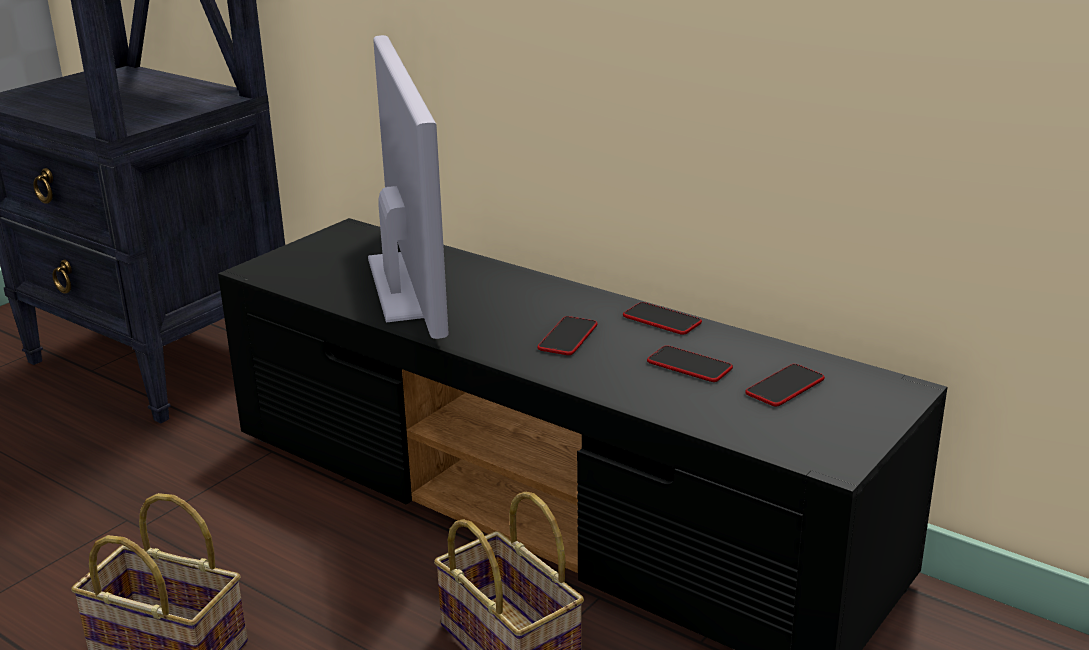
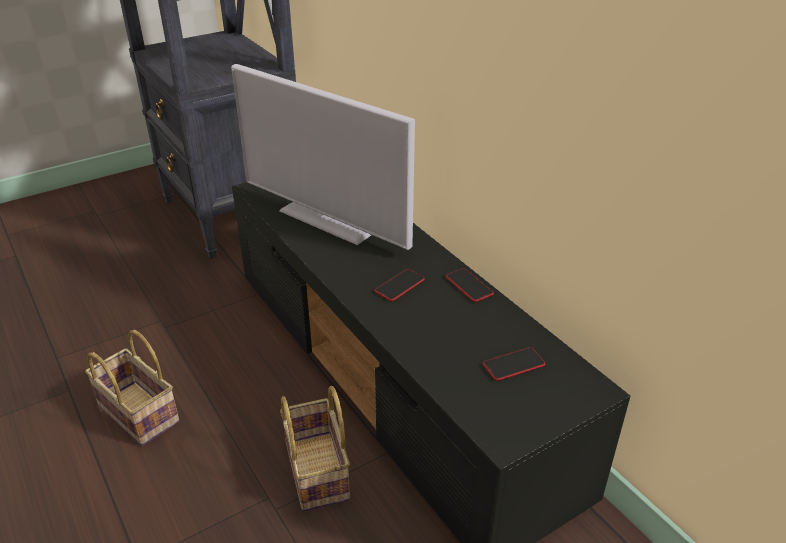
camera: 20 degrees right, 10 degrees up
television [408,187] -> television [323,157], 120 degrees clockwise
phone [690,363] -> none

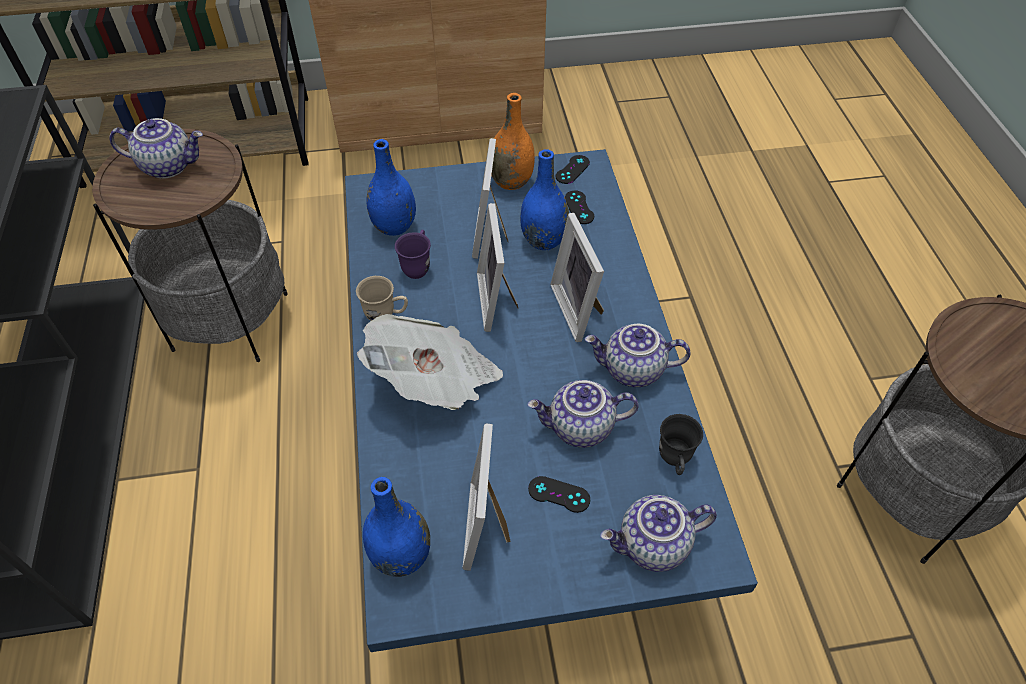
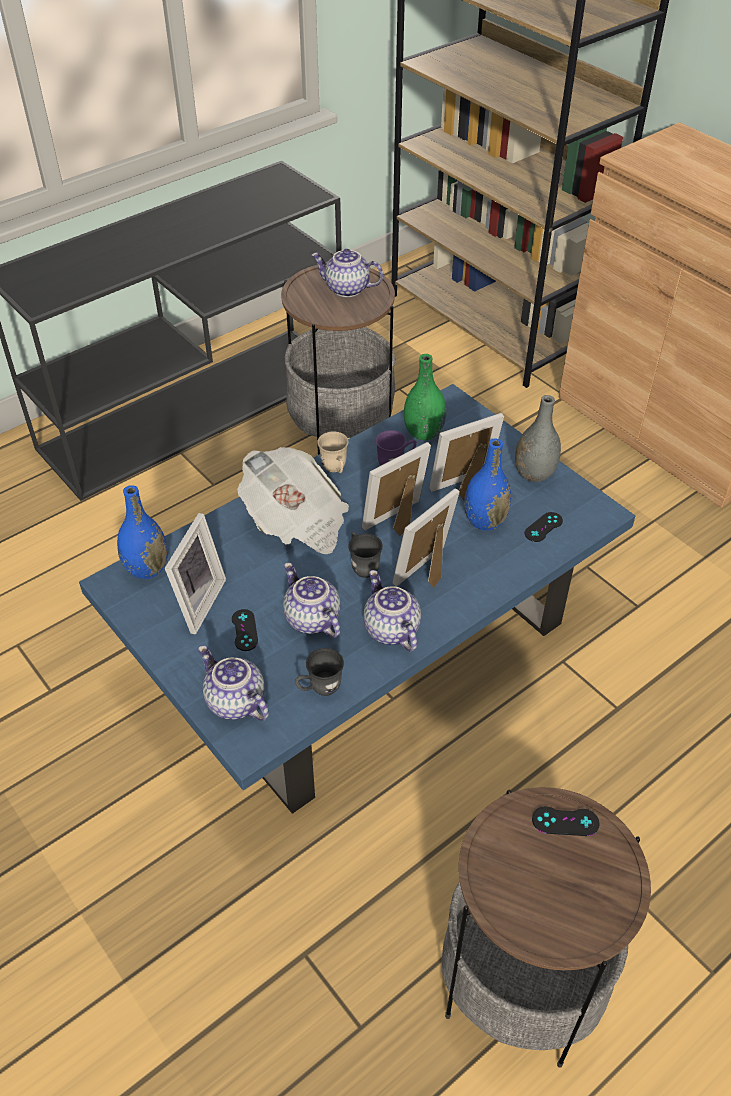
camera: 60 degrees right, 5 degrees down
picture frame [487,497] -> picture frame [195,573], 135 degrees clockwise
teapot [156,148] -> teapot [347,273], 135 degrees clockwise
none -> grey mug [365,555]
blue vase [391,187] -> green vase [425,397]
orange vase [513,141] -> grey vase [538,438]
black game controller [573,169] -> black game controller [565,821], shifted

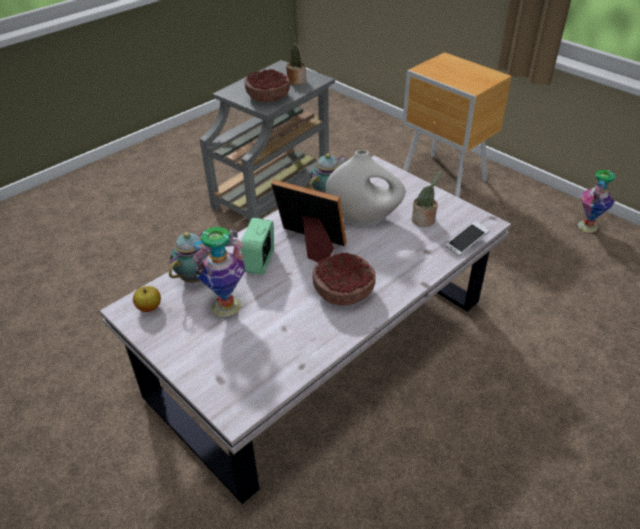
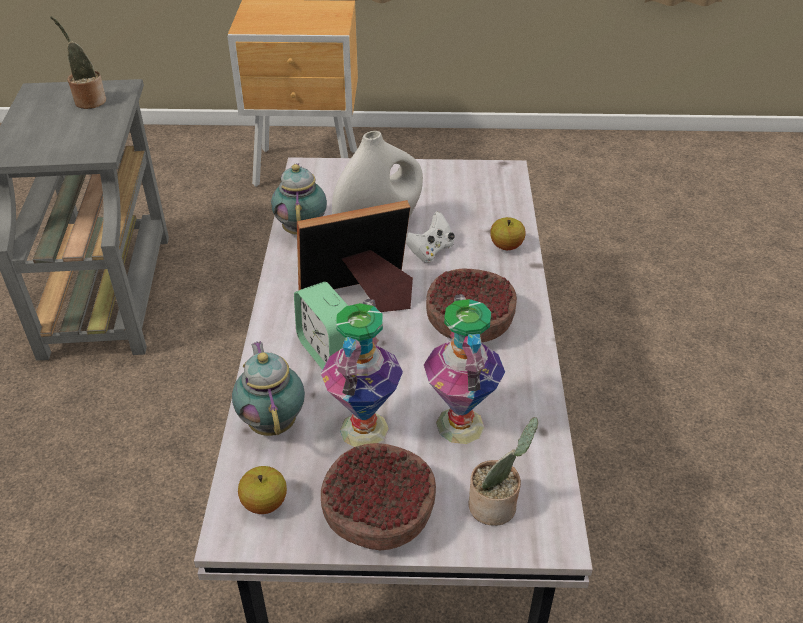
camera: 45 degrees left, 0 degrees up
bowl [267,85] -> bowl [378,496], shifted
none -> white game controller [430,237]
vase [596,201] -> vase [464,369], shifted
potted plant [427,198] -> potted plant [503,471], shifted
none -> apple [508,233]
phone [467,238] -> none

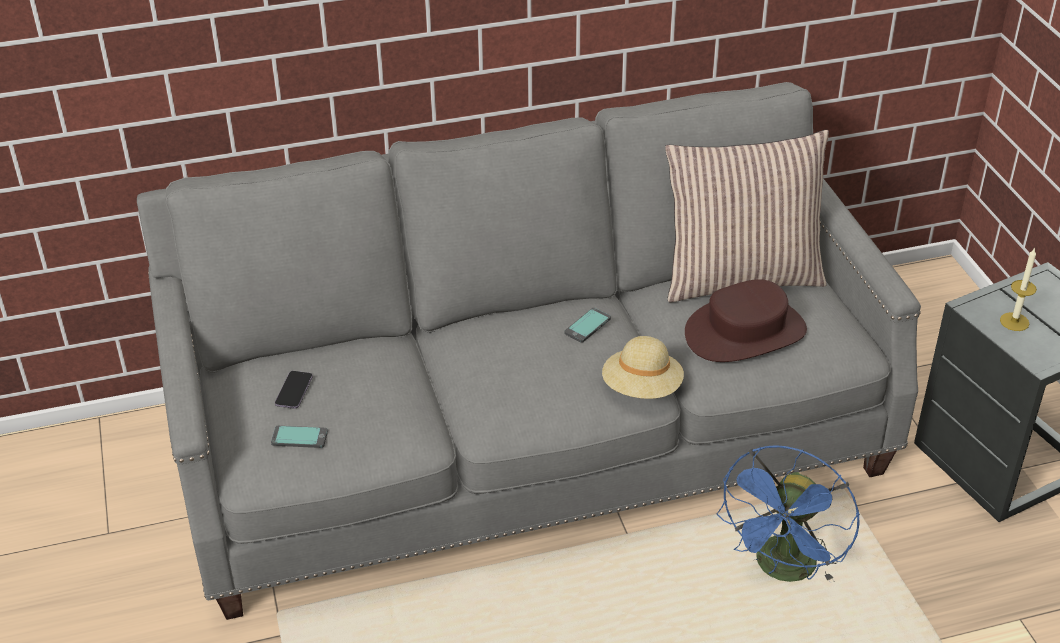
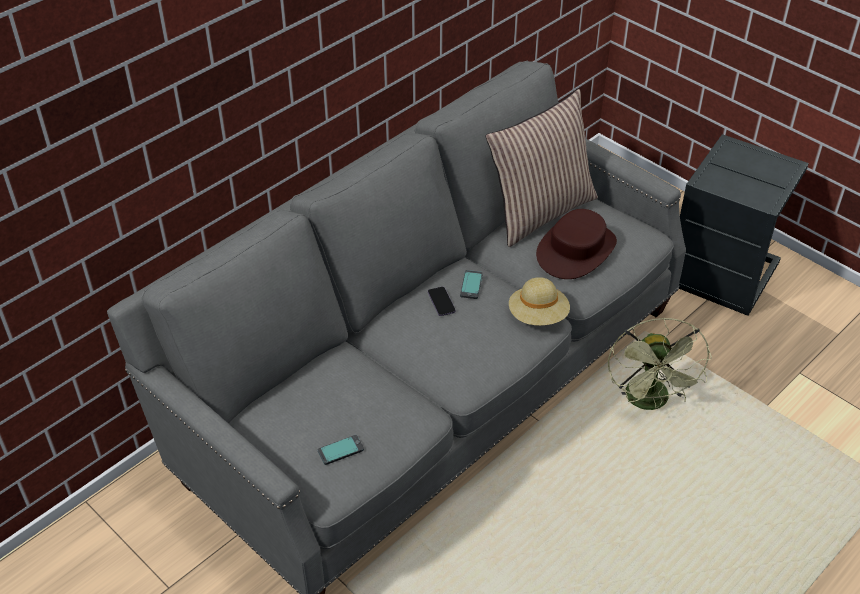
camera: 30 degrees left, 5 degrees up
phone [294,390] -> phone [442,301], shifted
blue fan [788,514] -> green fan [660,363]
candle [1018,289] -> none

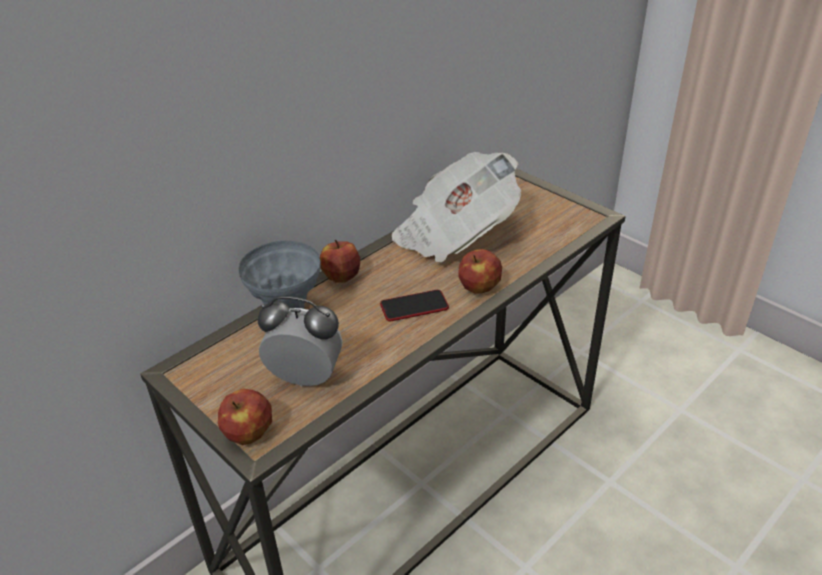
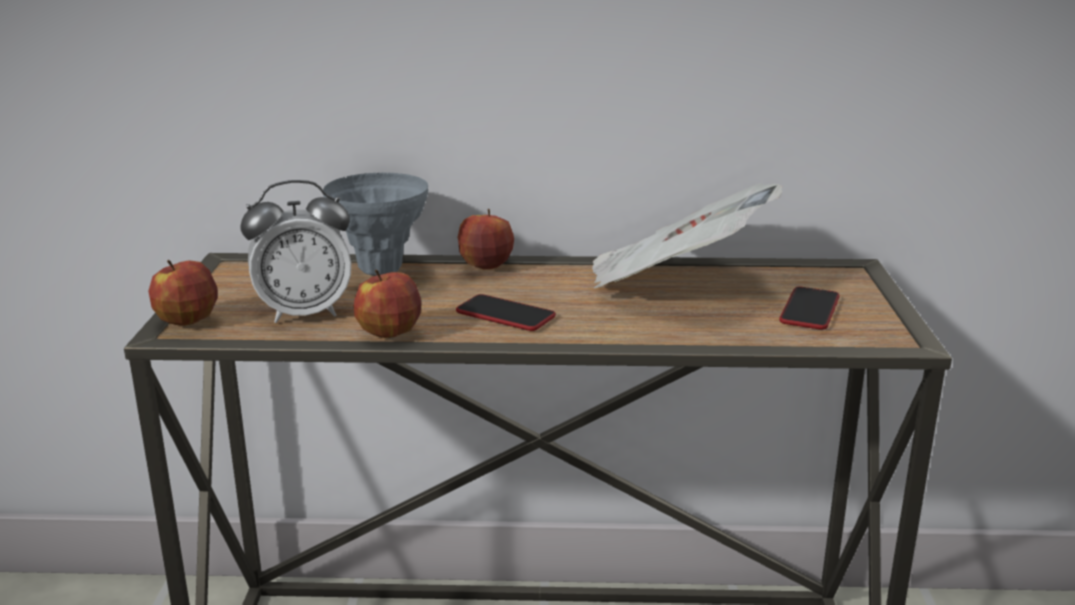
camera: 45 degrees right, 15 degrees down
alarm clock [300,341] -> alarm clock [296,251], 105 degrees clockwise
apple [480,271] -> apple [387,304], shifted
none -> phone [809,308]

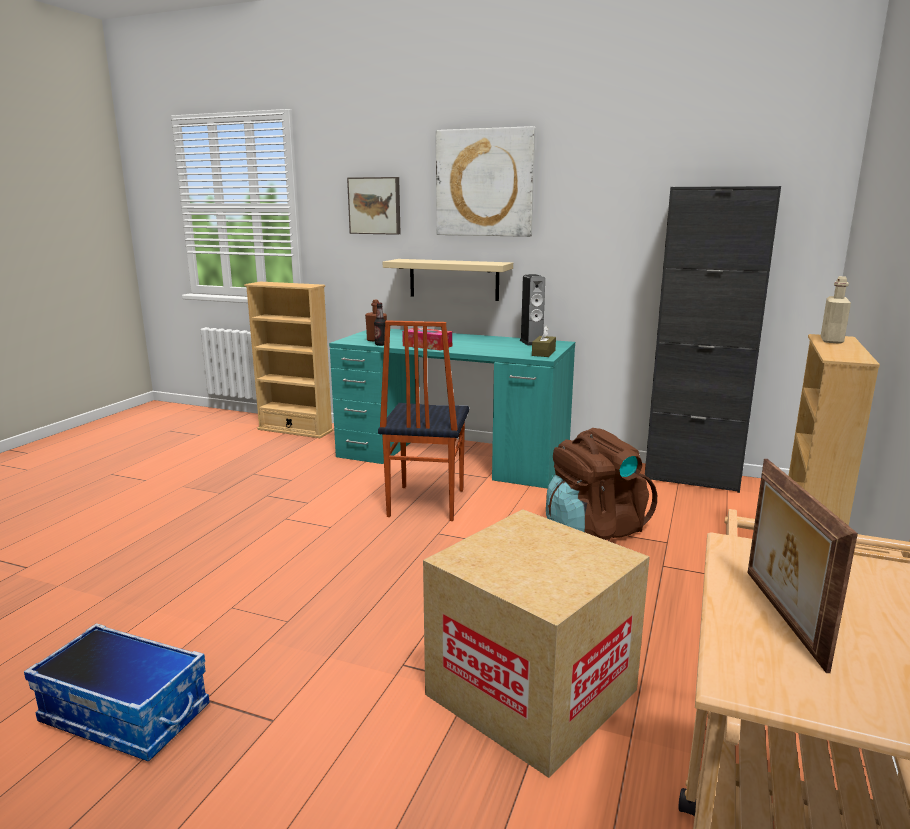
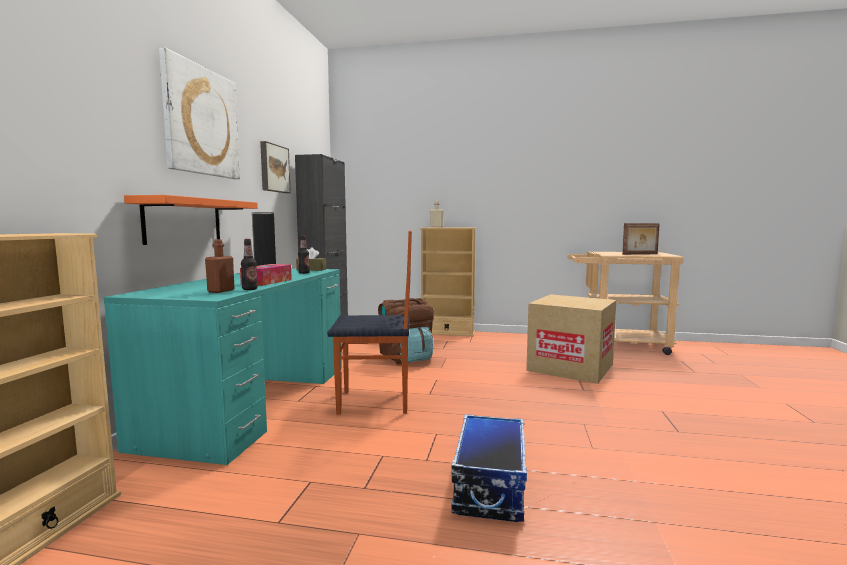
camera: 100 degrees left, 10 degrees down
beige shelf [448,280] -> orange shelf [191,220]
picture [374,206] -> picture [275,167], shifted
none -> bottle [304,254]
storage box [117,692] -> storage box [489,468], shifted

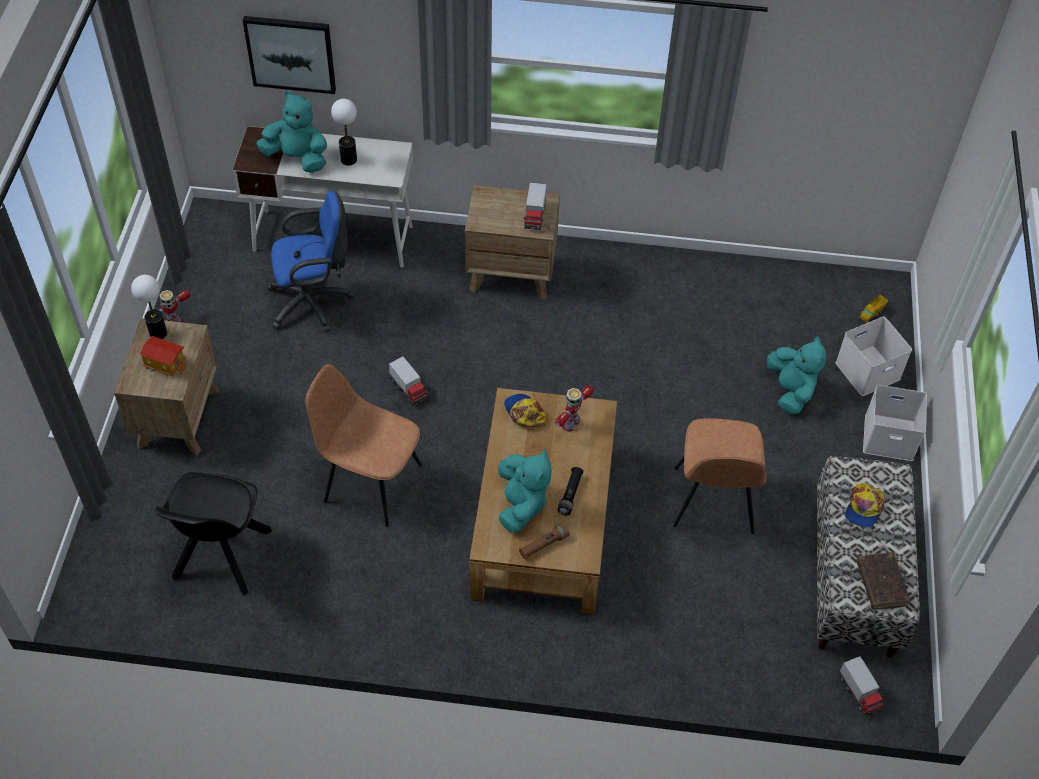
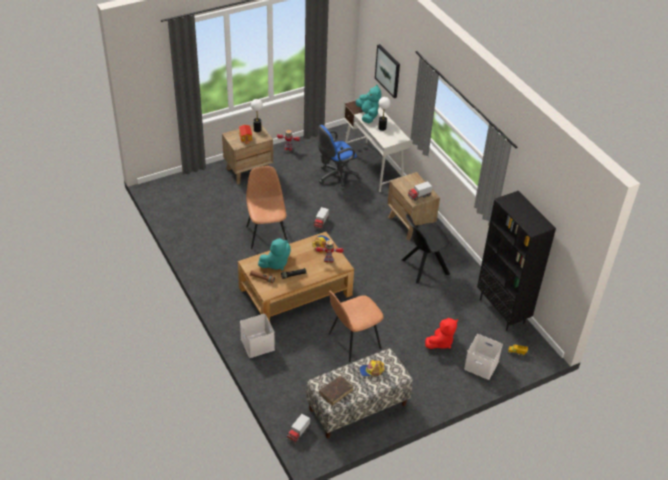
camera: 55 degrees right, 10 degrees down
white storage box [895,423] -> white storage box [257,336], shifted
blue office chair [310,262] -> blue office chair [339,157], 105 degrees clockwise
black chair [213,534] -> black chair [427,249], shifted
turquoise plush toy [796,375] -> red plush toy [441,333]
none -> black bookcase [516,261]

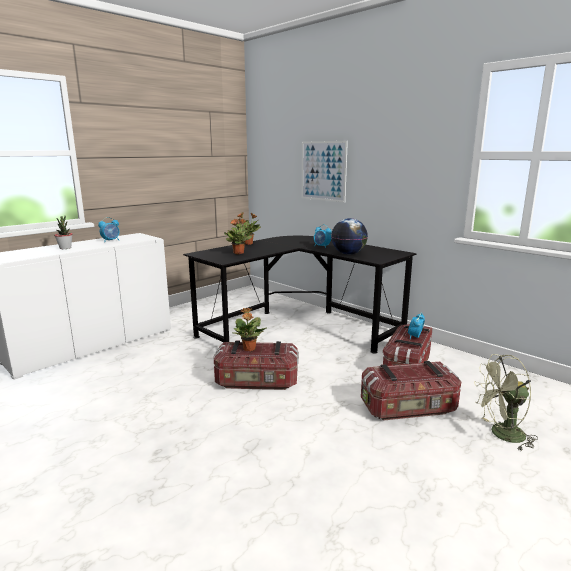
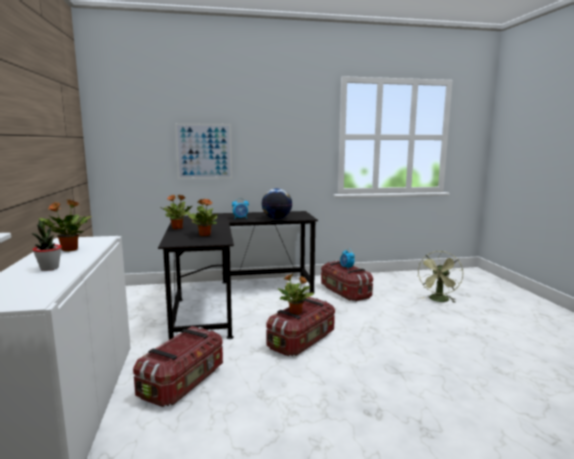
camera: 55 degrees left, 5 degrees down
alarm clock [108,229] -> potted plant [65,226]
storage box [411,390] -> storage box [178,366], shifted

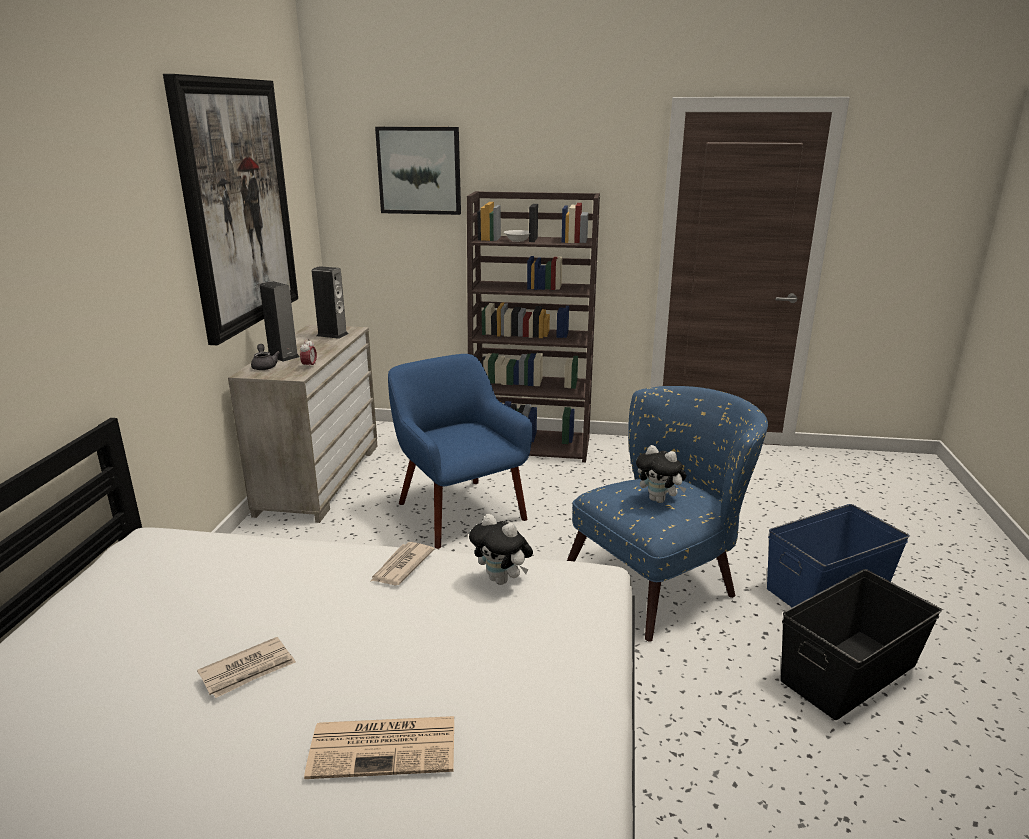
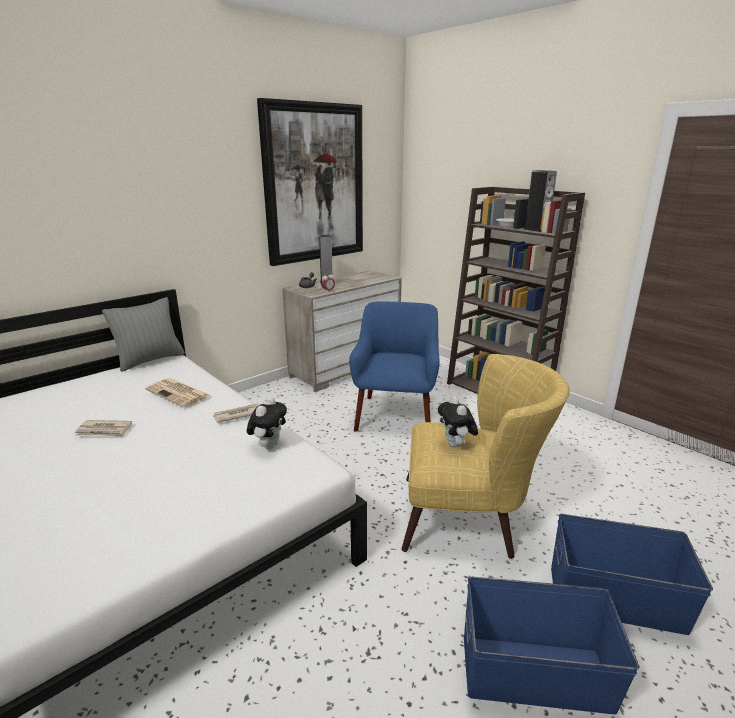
camera: 40 degrees right, 0 degrees up
none -> grey pillow [143,334]
newspaper [379,747] -> newspaper [178,392], shifted
plush toy [501,549] -> plush toy [267,423], 150 degrees counterclockwise
blue armchair [667,513] -> yellow armchair [486,456]
black storage box [861,644] -> blue storage box [551,645]
speaker [330,302] -> speaker [540,201], shifted
picture [418,171] -> none

